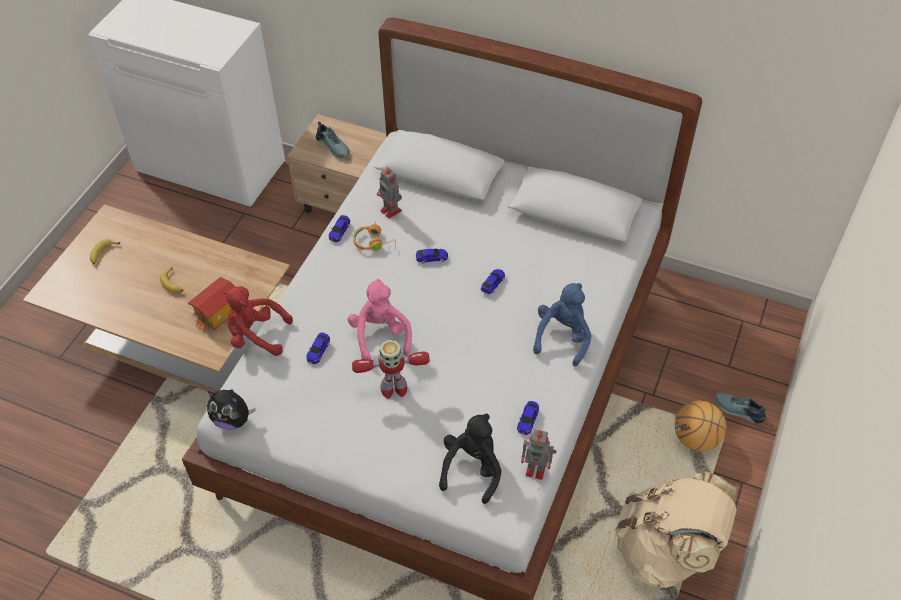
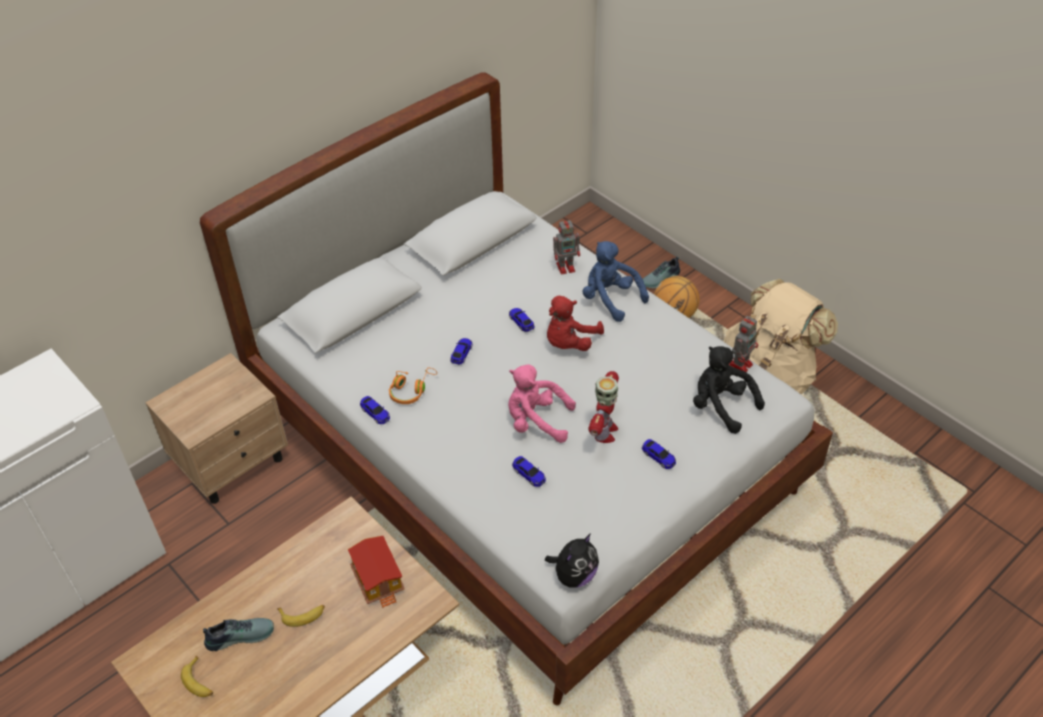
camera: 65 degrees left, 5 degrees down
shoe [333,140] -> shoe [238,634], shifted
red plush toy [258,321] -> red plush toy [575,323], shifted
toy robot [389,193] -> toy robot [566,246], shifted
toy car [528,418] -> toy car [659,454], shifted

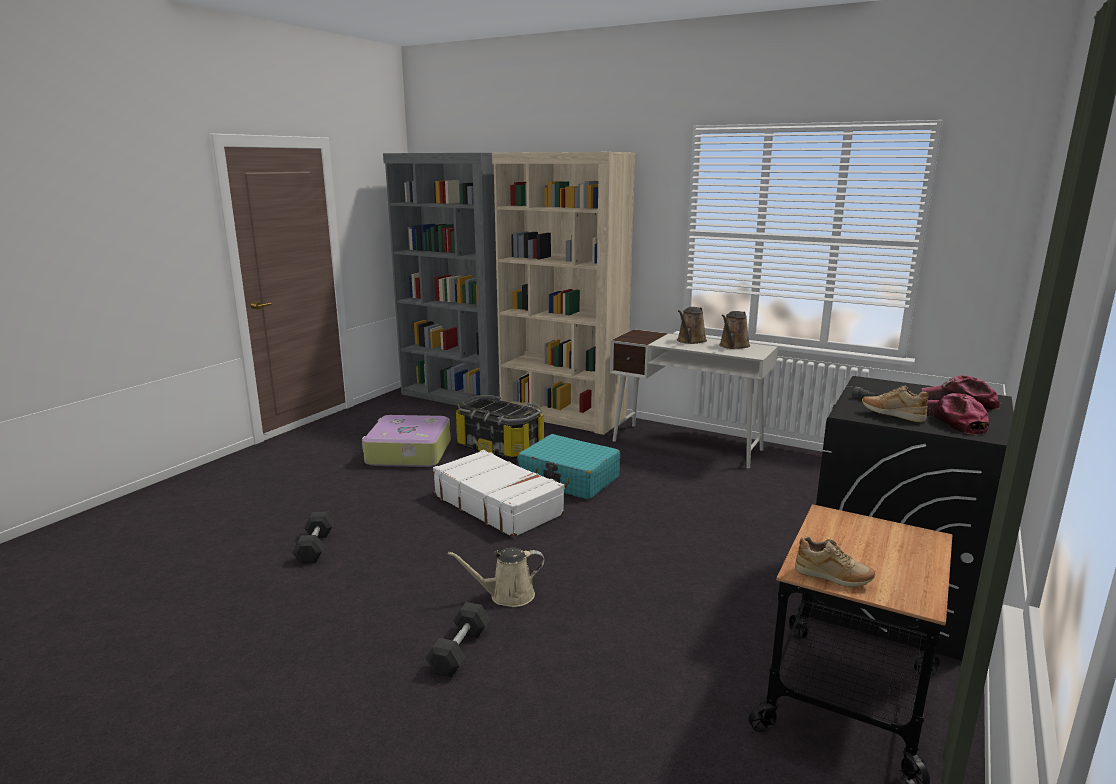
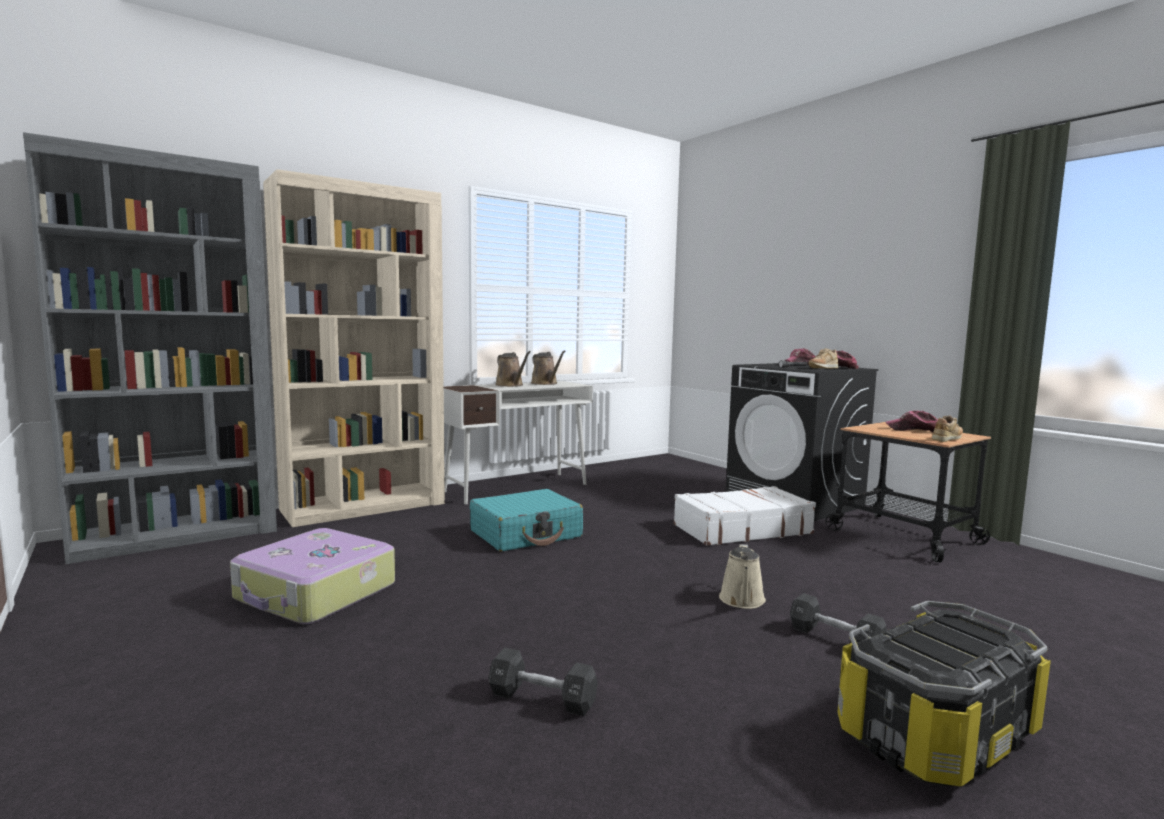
camera: 65 degrees left, 10 degrees down
white suitcase [498,494] -> white suitcase [745,516], shifted
storage box [500,427] -> storage box [944,694], shifted
none -> cap [912,422]

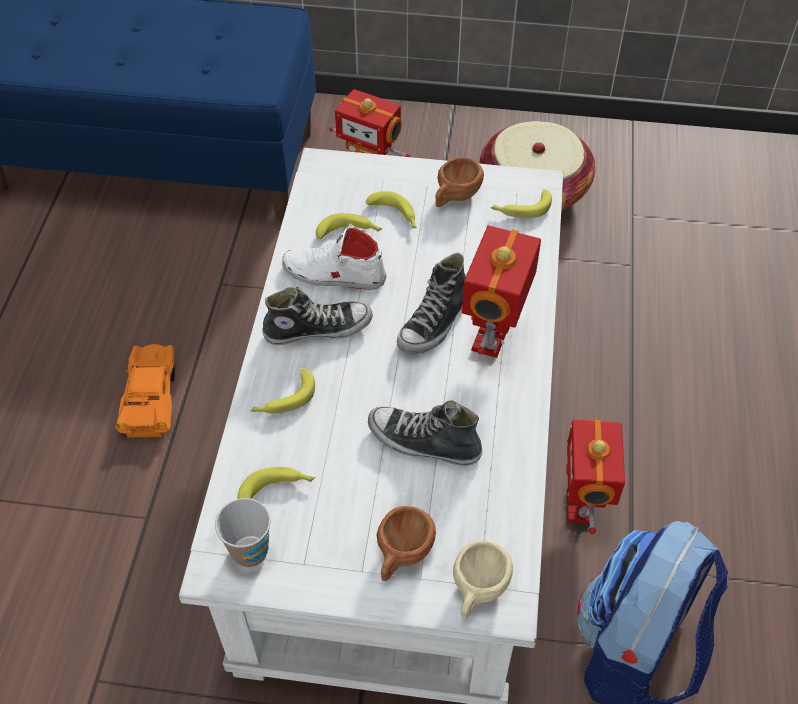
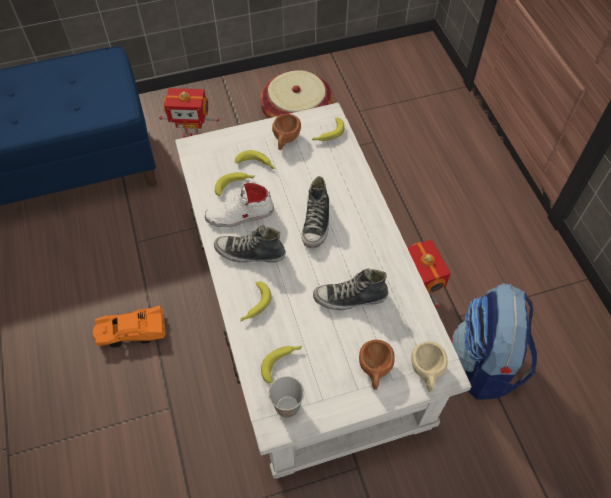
camera: 25 degrees left, 5 degrees up
orange toy car [145,390] -> orange toy car [129,326], 75 degrees counterclockwise
shoe [317,315] -> shoe [250,244], 135 degrees counterclockwise
toy robot [501,291] -> none

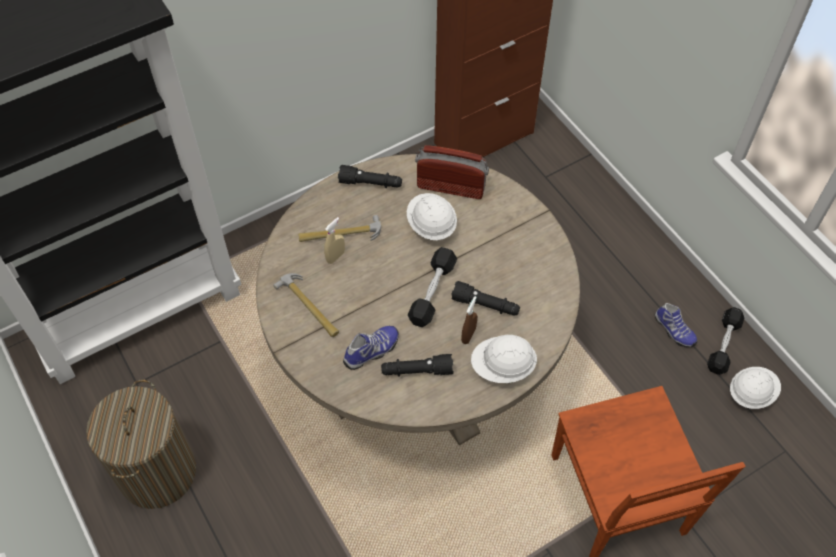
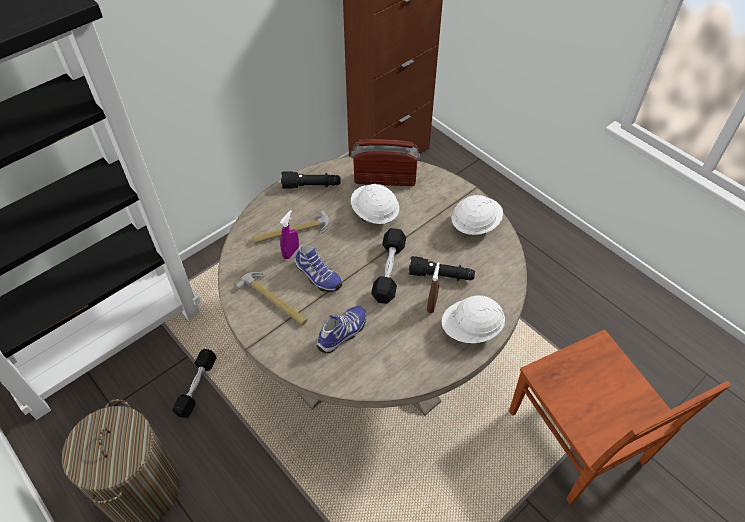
camera: 10 degrees left, 5 degrees down
black dumbbell [725,341] -> black dumbbell [194,383], shifted
beige spray bottle [334,240] -> purple spray bottle [289,234]
shoe [676,325] -> shoe [318,268], shifted
white hard hat [755,388] -> white hard hat [477,215], shifted
black flashlight [417,365] -> none

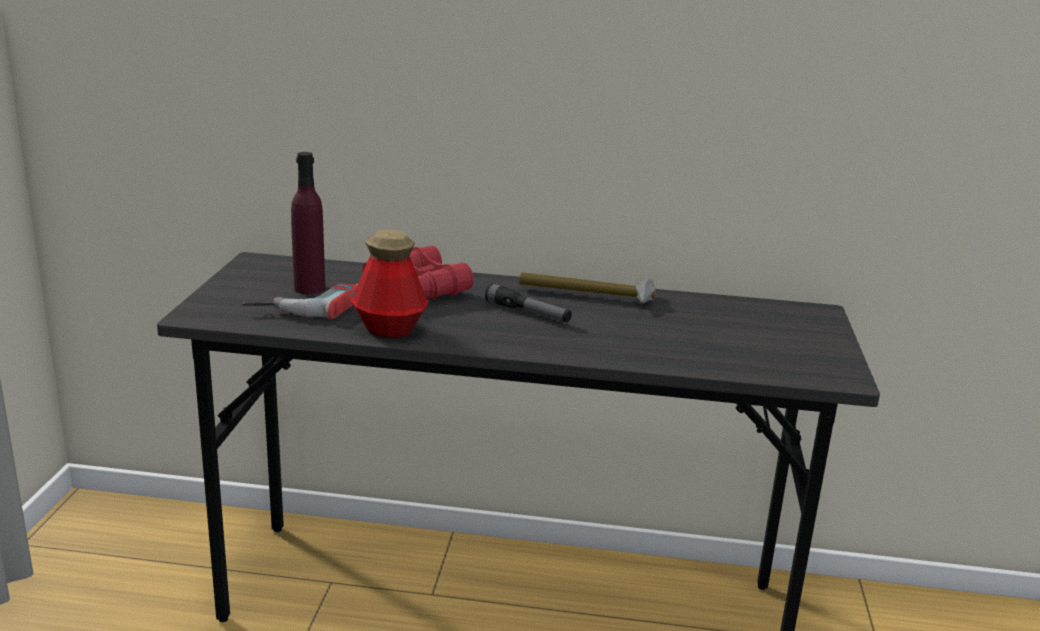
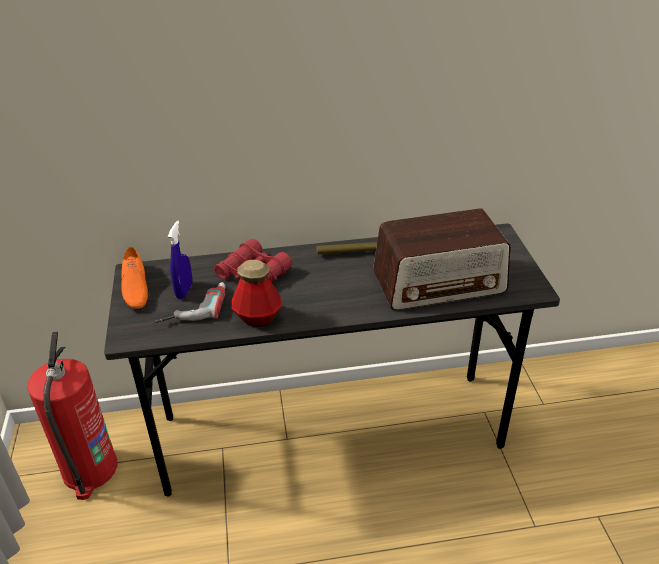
camera: 15 degrees left, 15 degrees up
none -> fire extinguisher [72,416]
none -> orange shoe [135,279]
purple bottle [308,223] -> blue spray bottle [180,260]
none -> radio [441,259]
flashlight [528,302] -> none

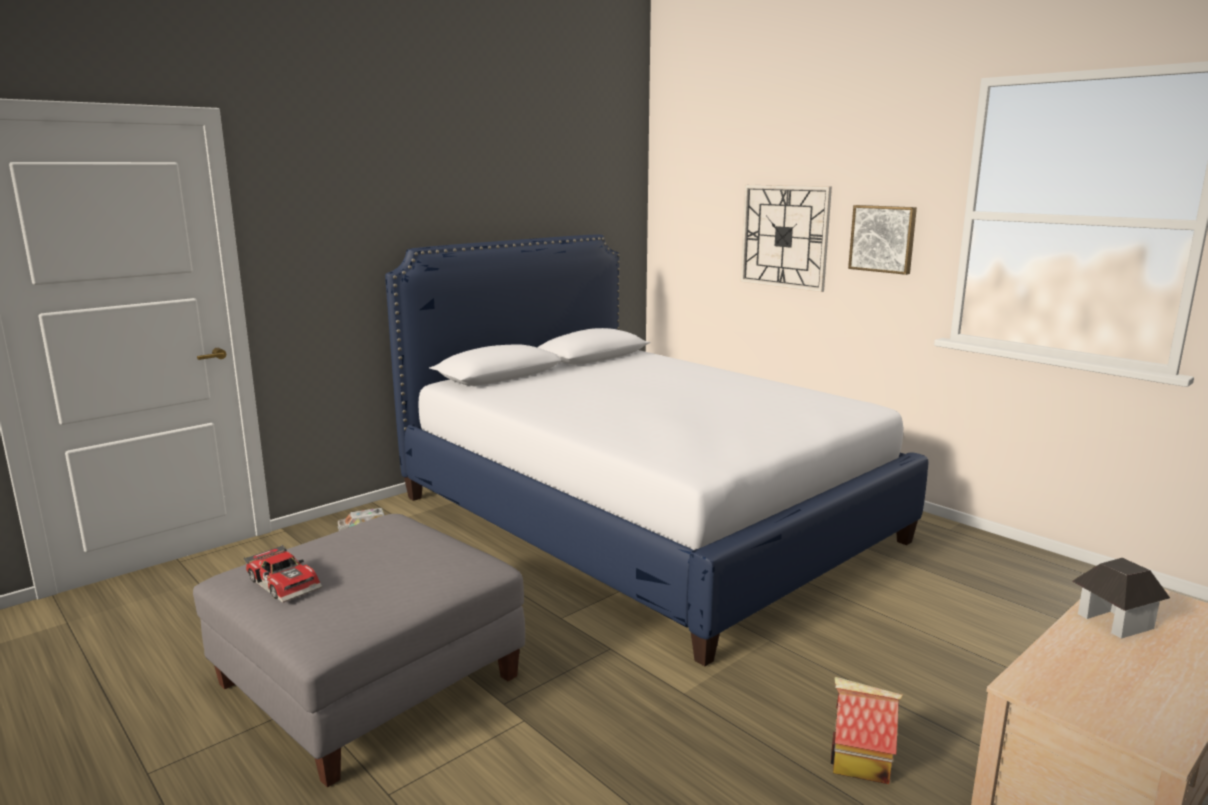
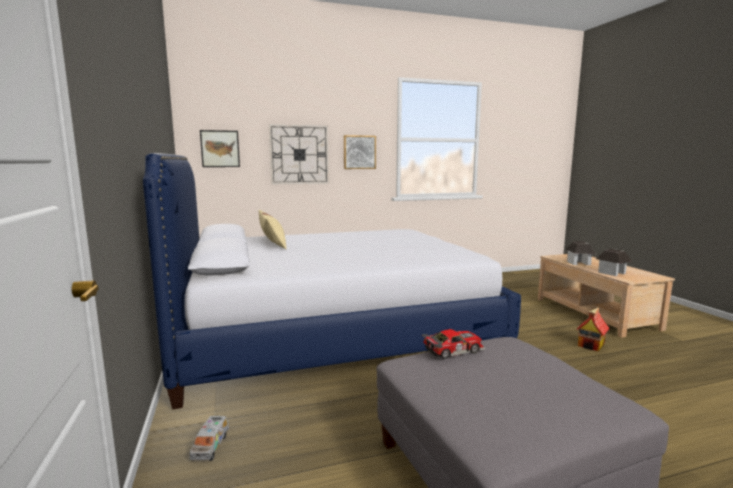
camera: 65 degrees left, 5 degrees down
none -> picture [220,148]
none -> beige pillow [273,229]
toy car [283,574] -> toy car [453,344], shifted
none -> toy house [614,262]

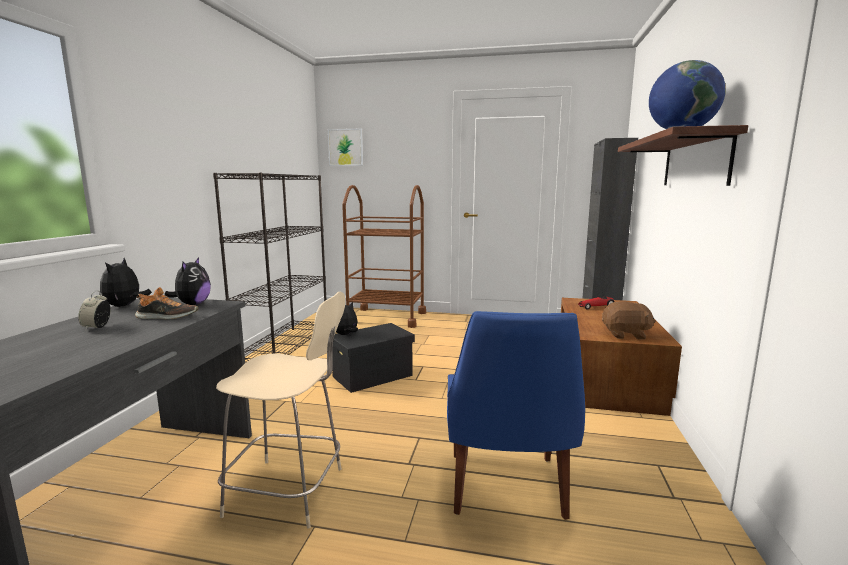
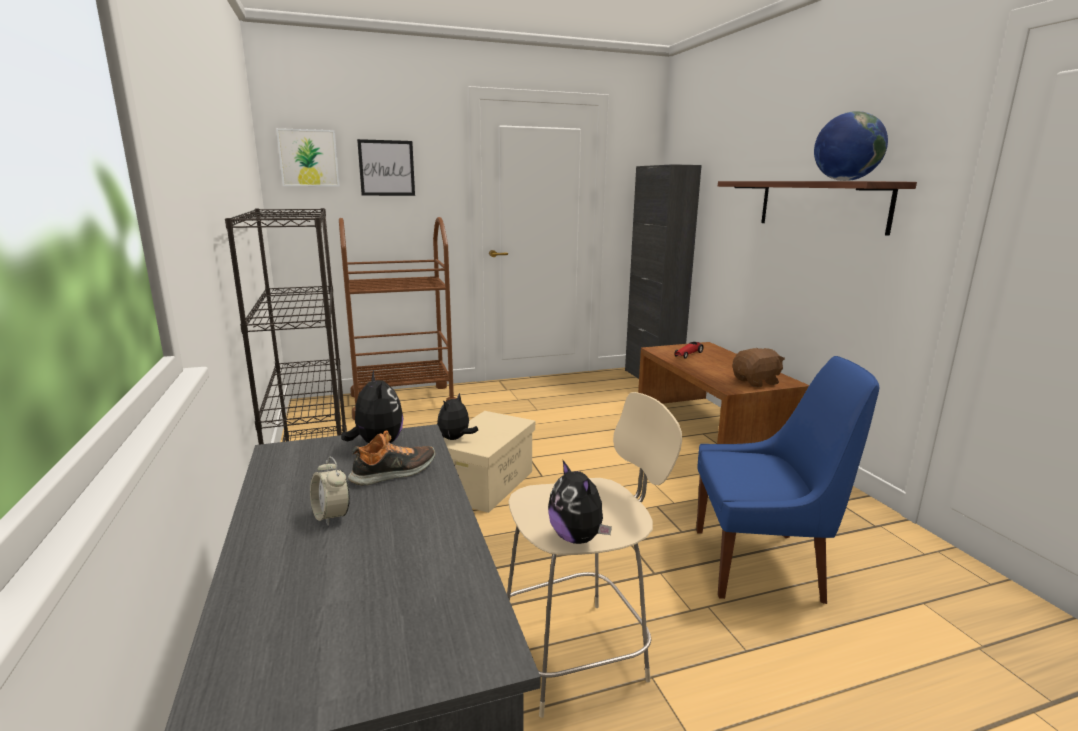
camera: 30 degrees left, 5 degrees up
none -> picture [386,167]
black storage box [373,358] -> beige storage box [489,462]
plush toy [126,282] -> plush toy [580,501], shifted
blue chair [516,415] -> blue chair [787,480], 60 degrees counterclockwise

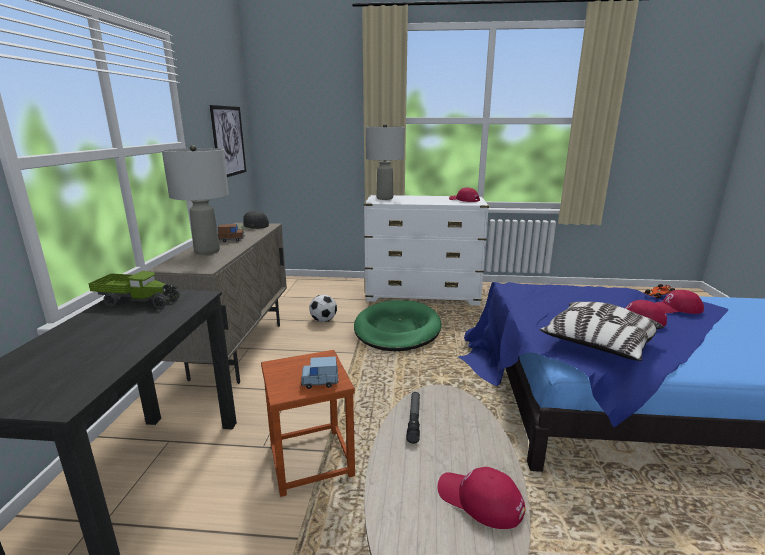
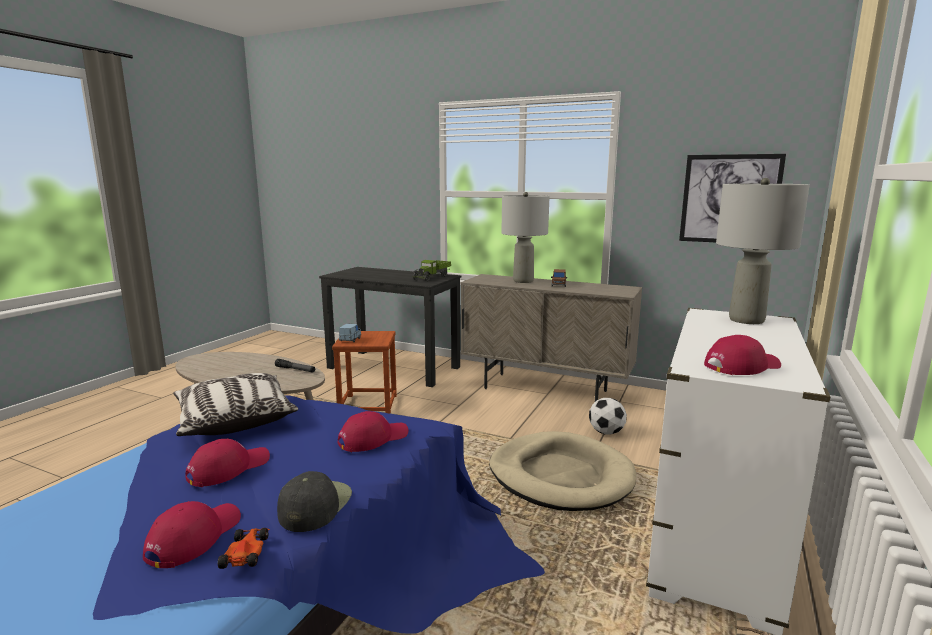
camera: 110 degrees right, 5 degrees down
black cap [253,220] -> black cap [314,501], shifted
red cap [482,498] -> red cap [373,431], shifted
green dog bed [397,325] -> beige dog bed [562,471]

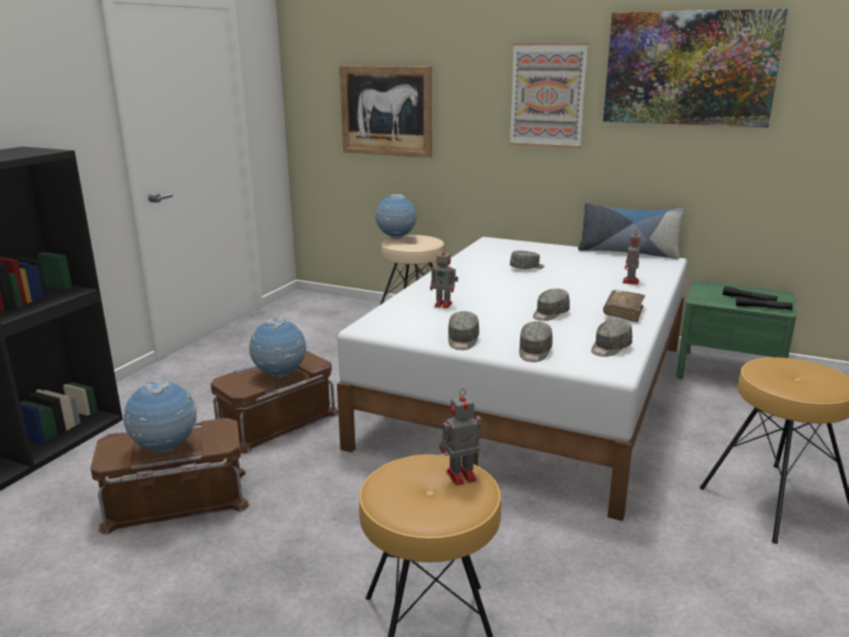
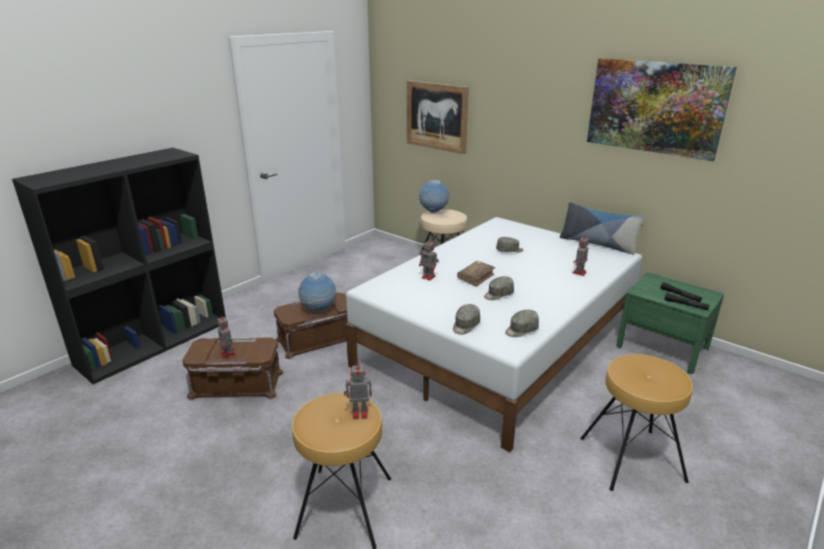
camera: 15 degrees right, 5 degrees up
globe [160,416] -> toy robot [226,336]
brown book [624,306] -> brown book [476,274], shifted
grey cap [463,330] -> none
picture [549,95] -> none

